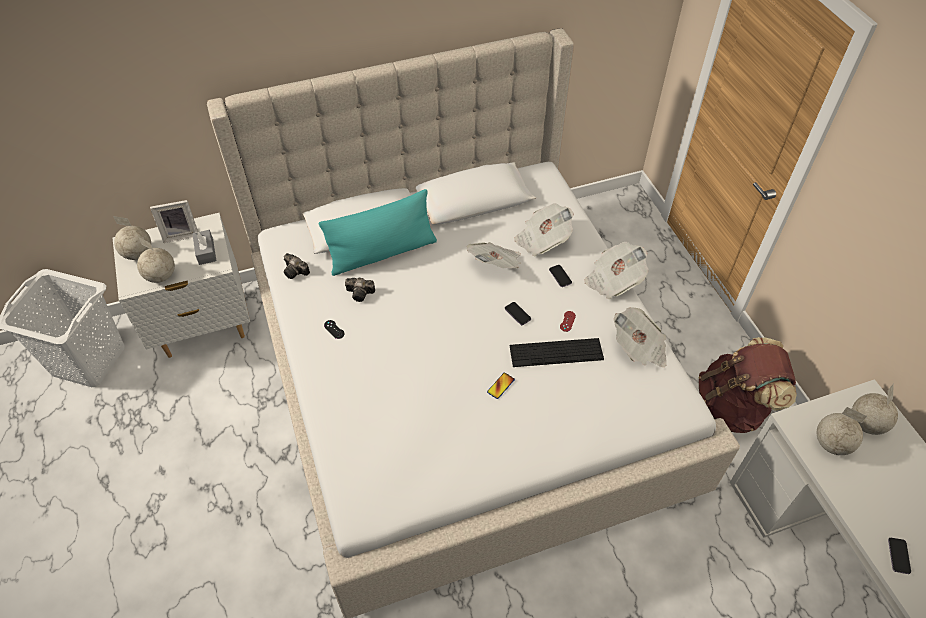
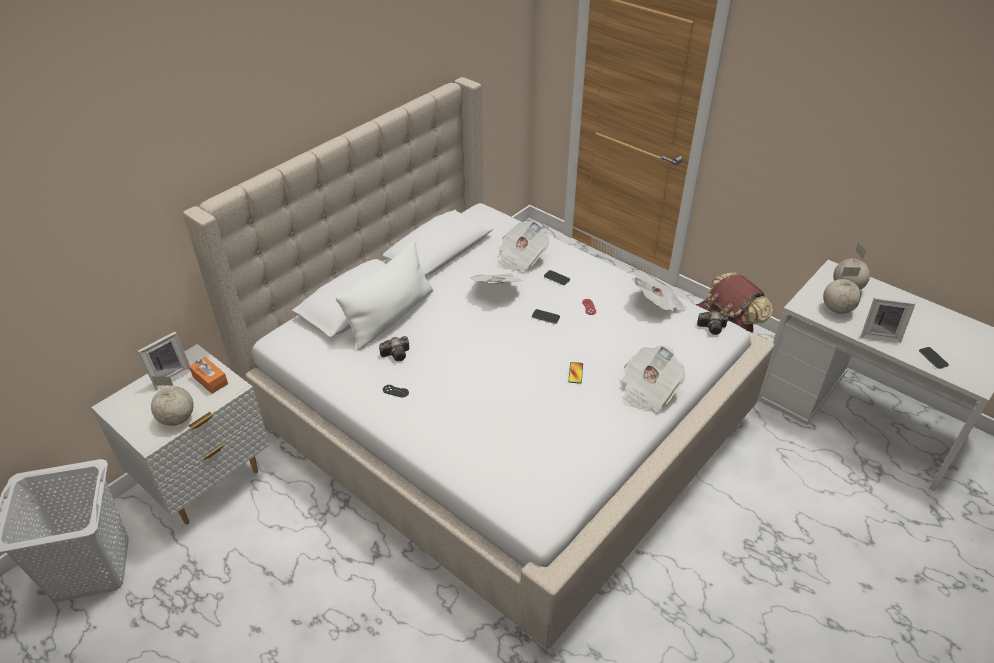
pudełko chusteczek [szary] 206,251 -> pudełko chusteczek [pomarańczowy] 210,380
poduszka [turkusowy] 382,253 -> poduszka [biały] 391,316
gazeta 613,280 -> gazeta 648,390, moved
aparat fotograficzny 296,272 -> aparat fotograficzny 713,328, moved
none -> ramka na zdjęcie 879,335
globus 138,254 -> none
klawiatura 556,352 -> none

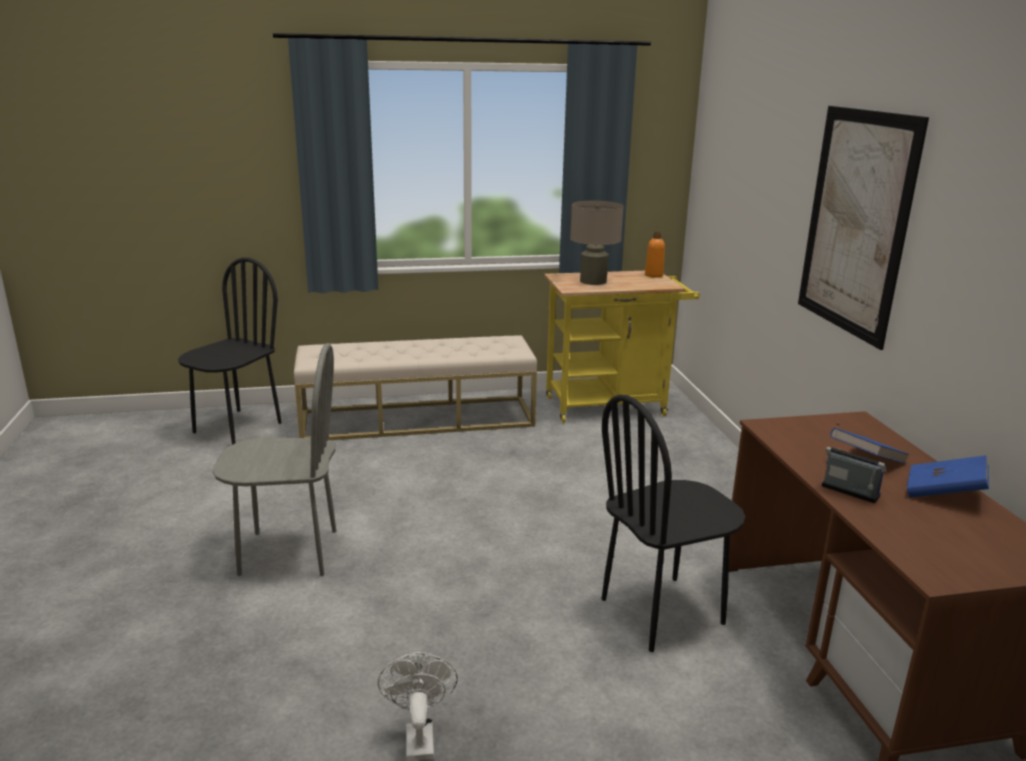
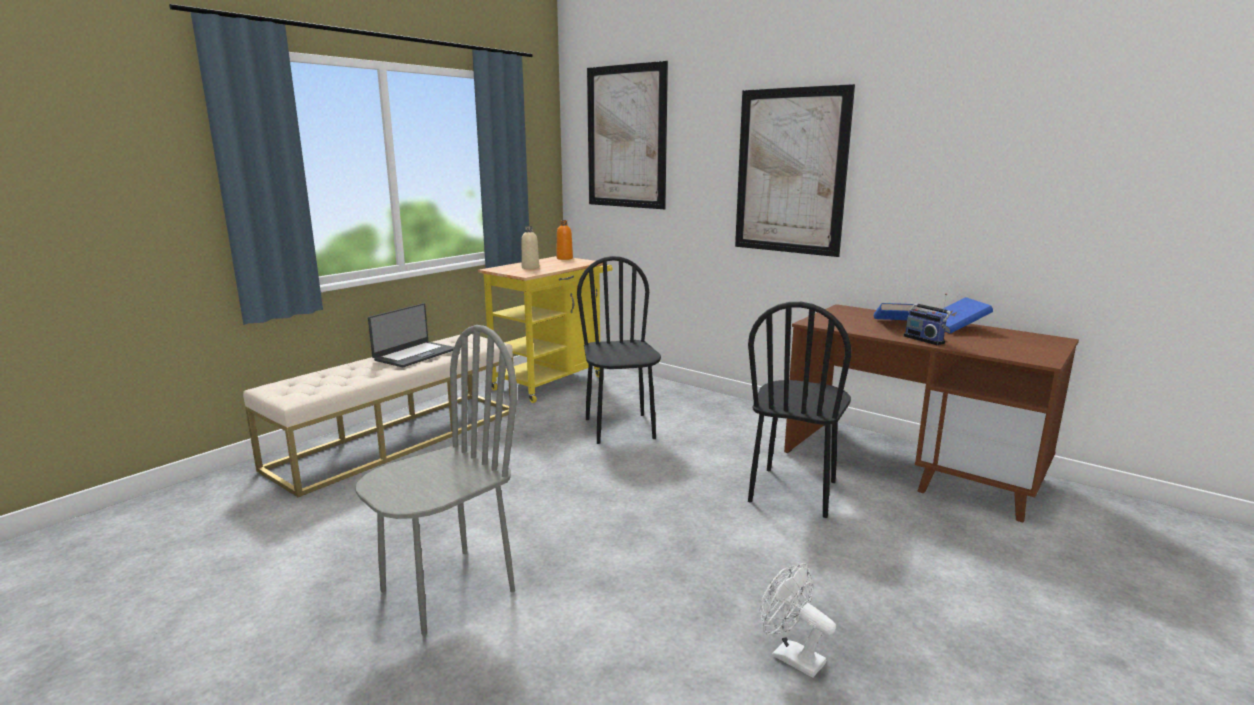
none -> laptop 414,355
lampa stołowa [beżowy] 593,281 -> butelka [beżowy] 530,268
krzesło [czarny] 237,427 -> krzesło [czarny] 620,428, moved
none -> obraz 626,137
radio 849,492 -> radio 925,339, 120 degrees counterclockwise

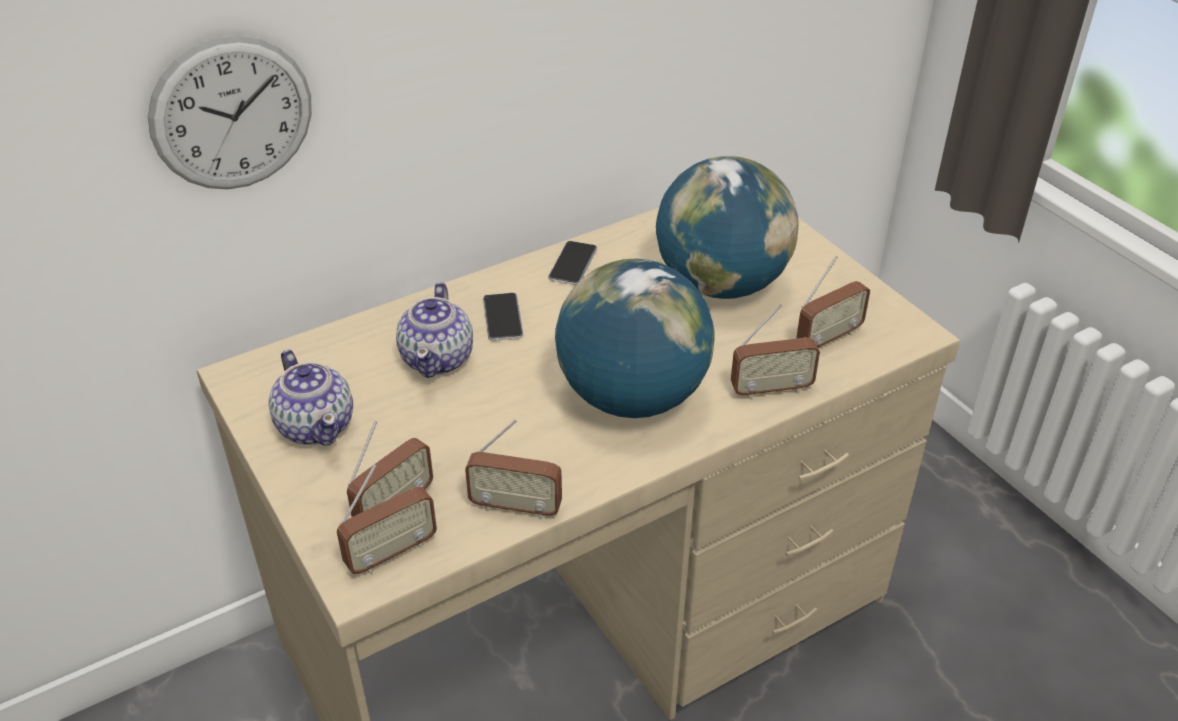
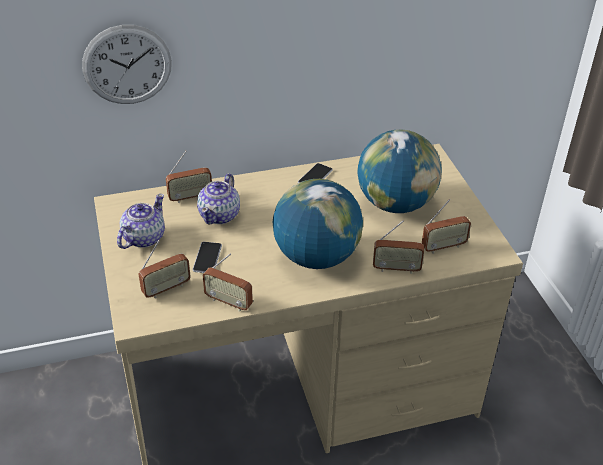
imbryk 316,425 -> imbryk 143,238, 135 degrees counterclockwise
radio 391,553 -> radio 190,197, moved
telefon 503,318 -> telefon 207,258, moved

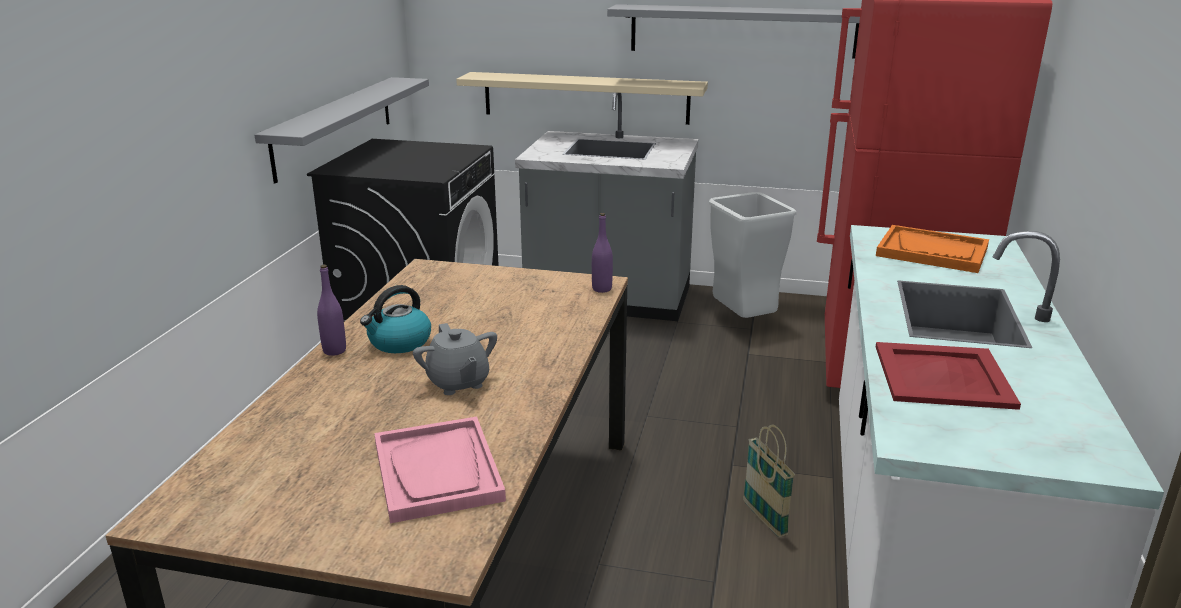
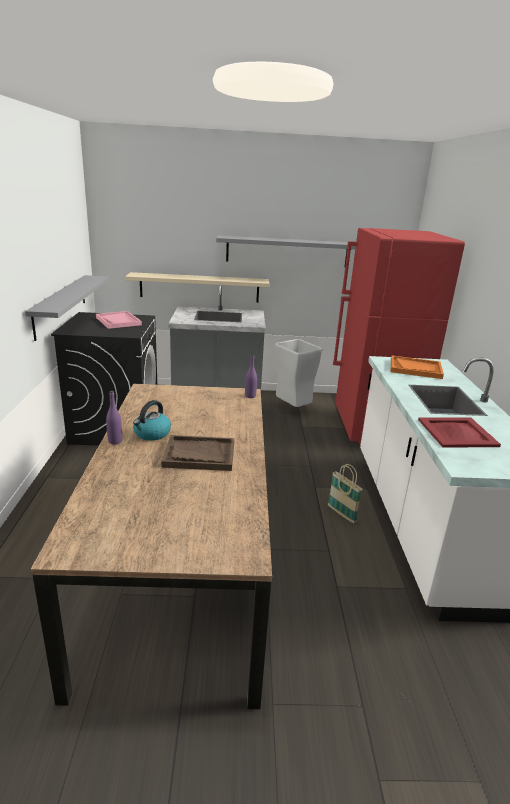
taca [różowy] 437,471 -> taca [różowy] 118,321, moved
imbryk [szary] 458,383 -> taca [brązowy] 199,455

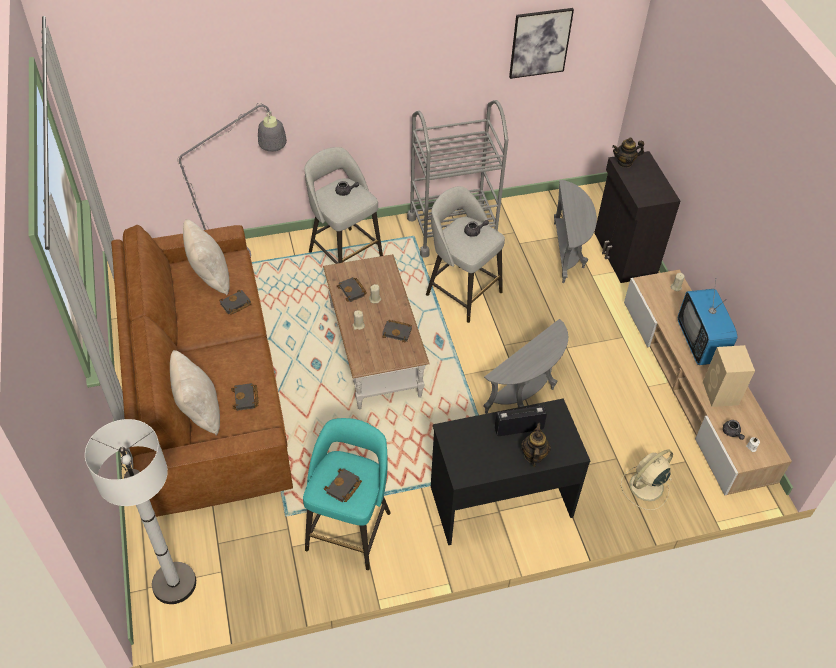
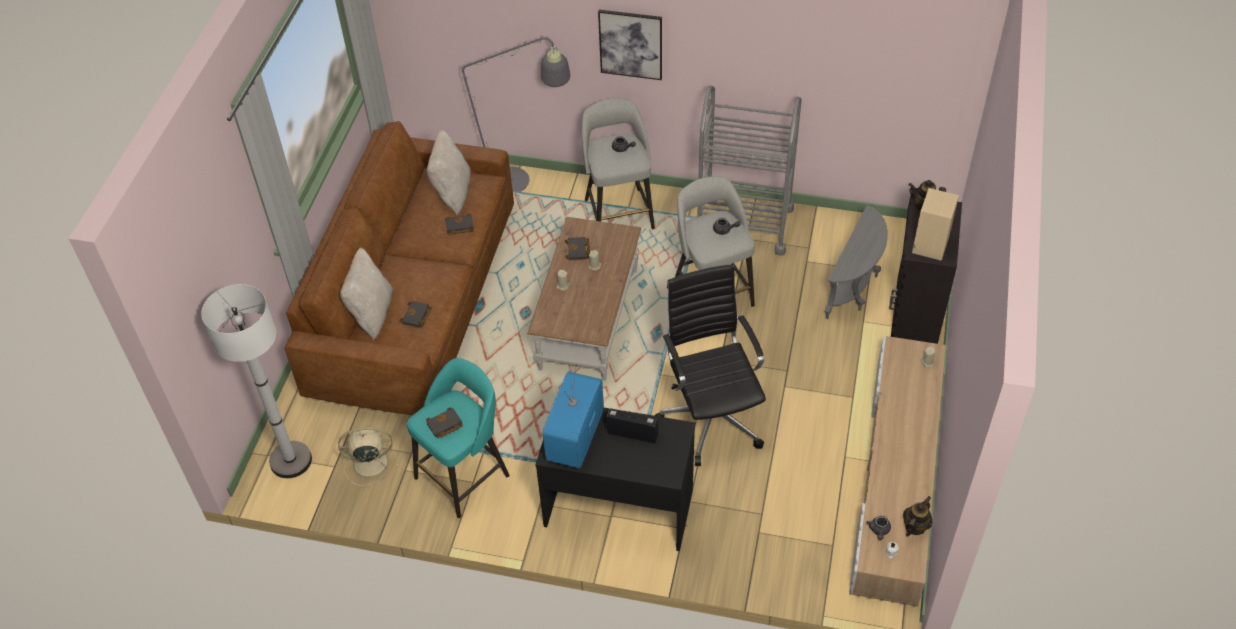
wentylator [beżowy] 645,487 -> wentylator [beżowy] 369,463, moved
telewizor 700,342 -> telewizor 576,437, moved
obraz 540,43 -> obraz 631,44, moved
stolik [szary] 526,393 -> krzesło biurowe [czarny] 712,416
imbryk 533,455 -> imbryk 915,526, moved
głośnik [beżowy] 720,394 -> głośnik [beżowy] 930,245, moved
książka [czarny] 398,332 -> none

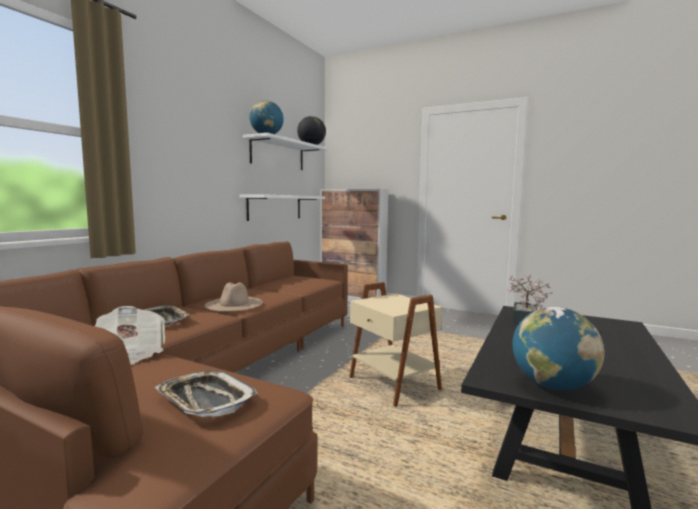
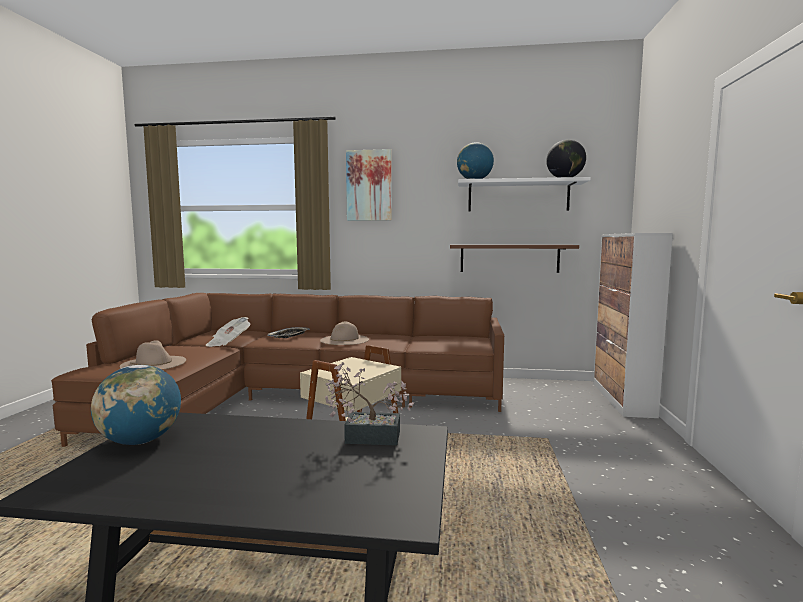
taca 205,400 -> kapelusz [beżowy] 154,363
none -> obraz 369,185
półka [biały] 275,207 -> półka [brązowy] 509,258

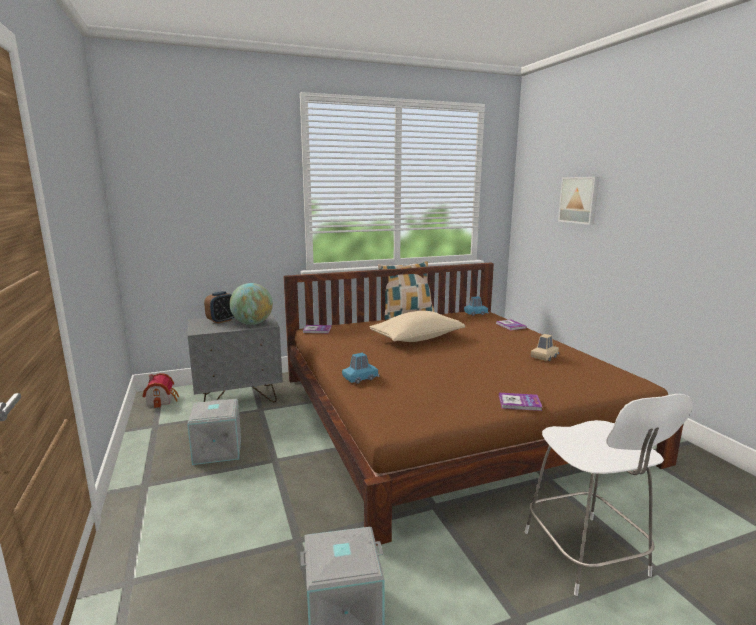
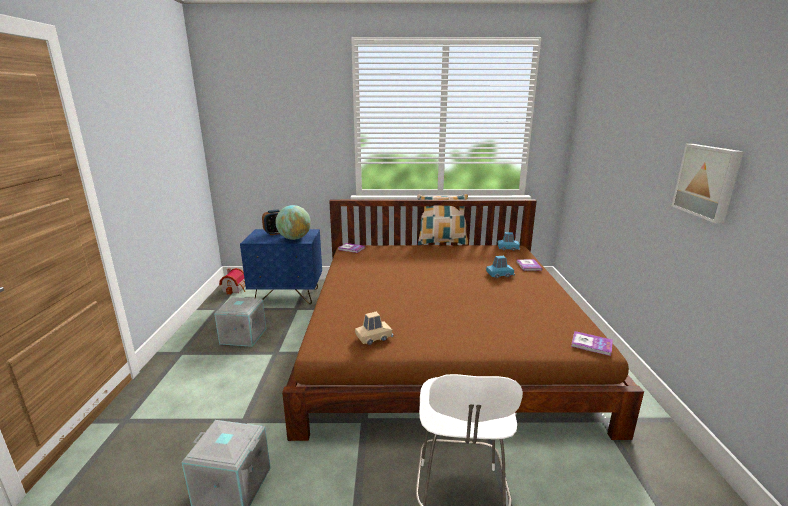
szafka nocna [szary] 239,398 -> szafka nocna [niebieski] 288,296
samochodzik [beżowy] 544,357 -> samochodzik [beżowy] 374,337, moved
samochodzik [niebieski] 360,378 -> samochodzik [niebieski] 499,274, moved
książka 519,403 -> książka 591,344, moved
obraz 579,200 -> obraz 708,181, moved
poduszka [beżowy] 417,339 -> none

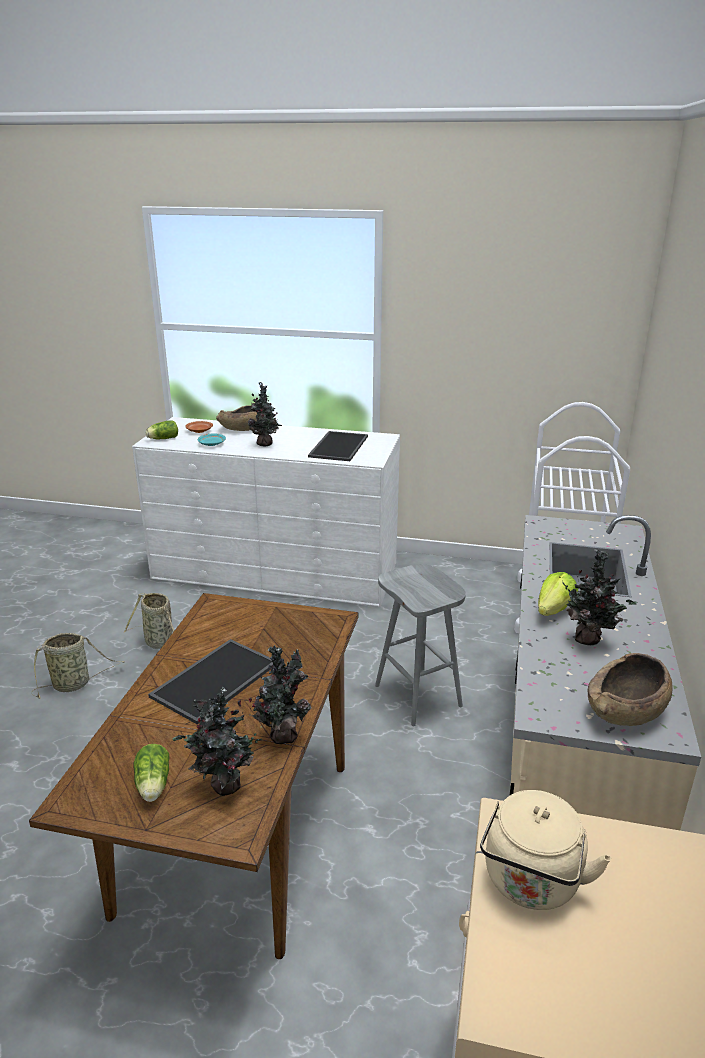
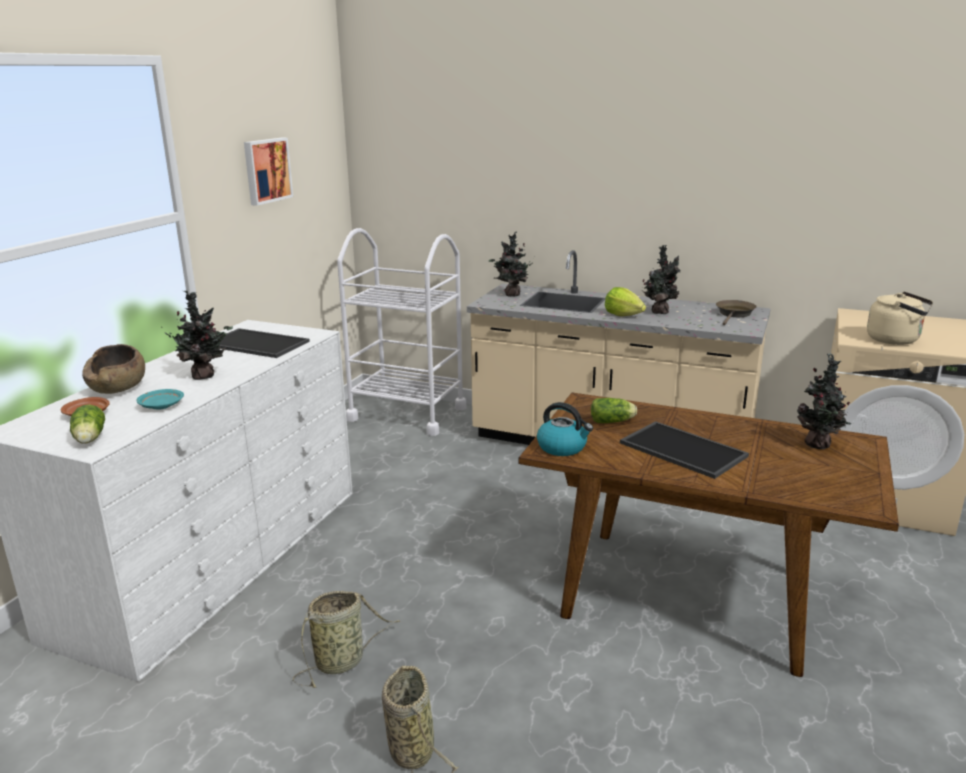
none -> obraz 266,170
roślina doniczkowa 282,734 -> roślina doniczkowa 511,295, moved
none -> czajnik 563,447
sałata 153,786 -> sałata 613,421, moved
miska [brązowy] 626,709 -> patelnia [brązowy] 734,314
stołek [szary] 419,696 -> none

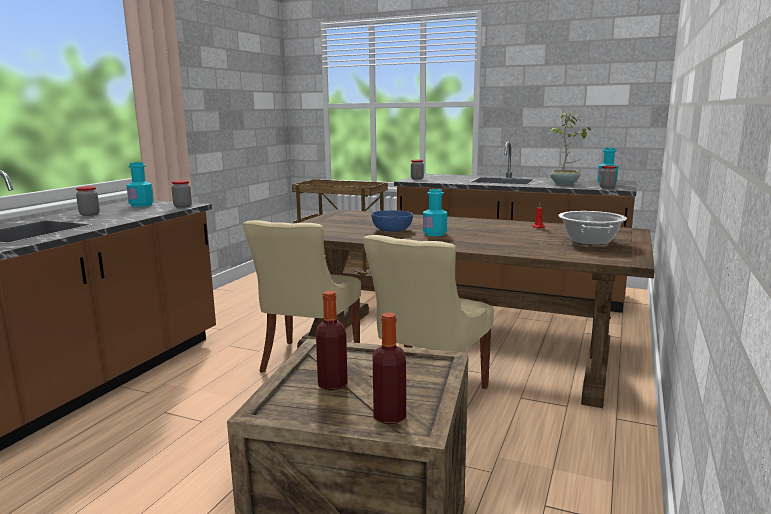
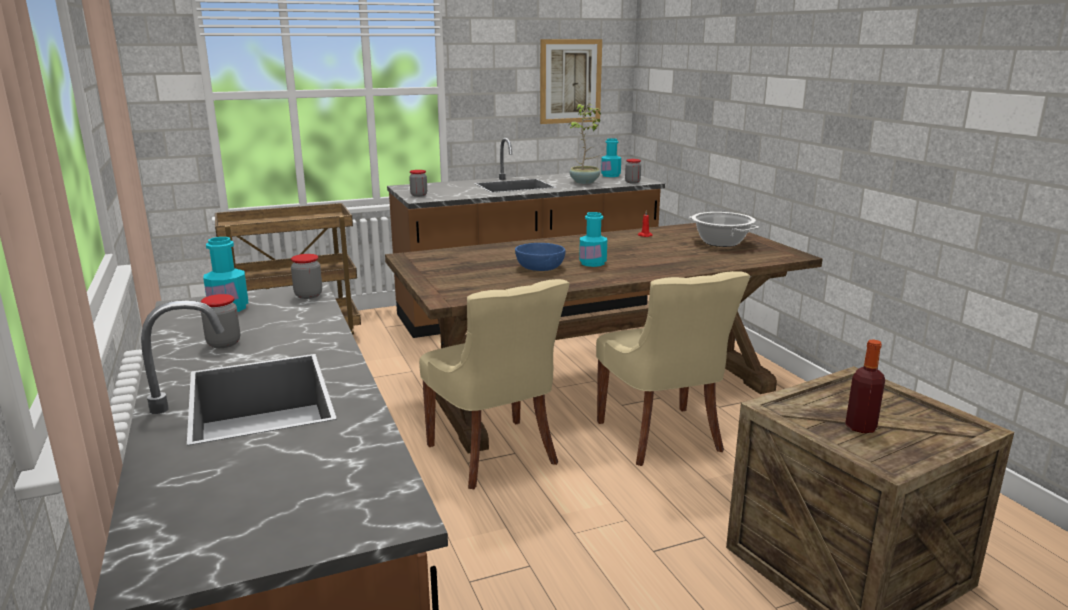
none -> obraz 570,81
butelka 389,416 -> none

